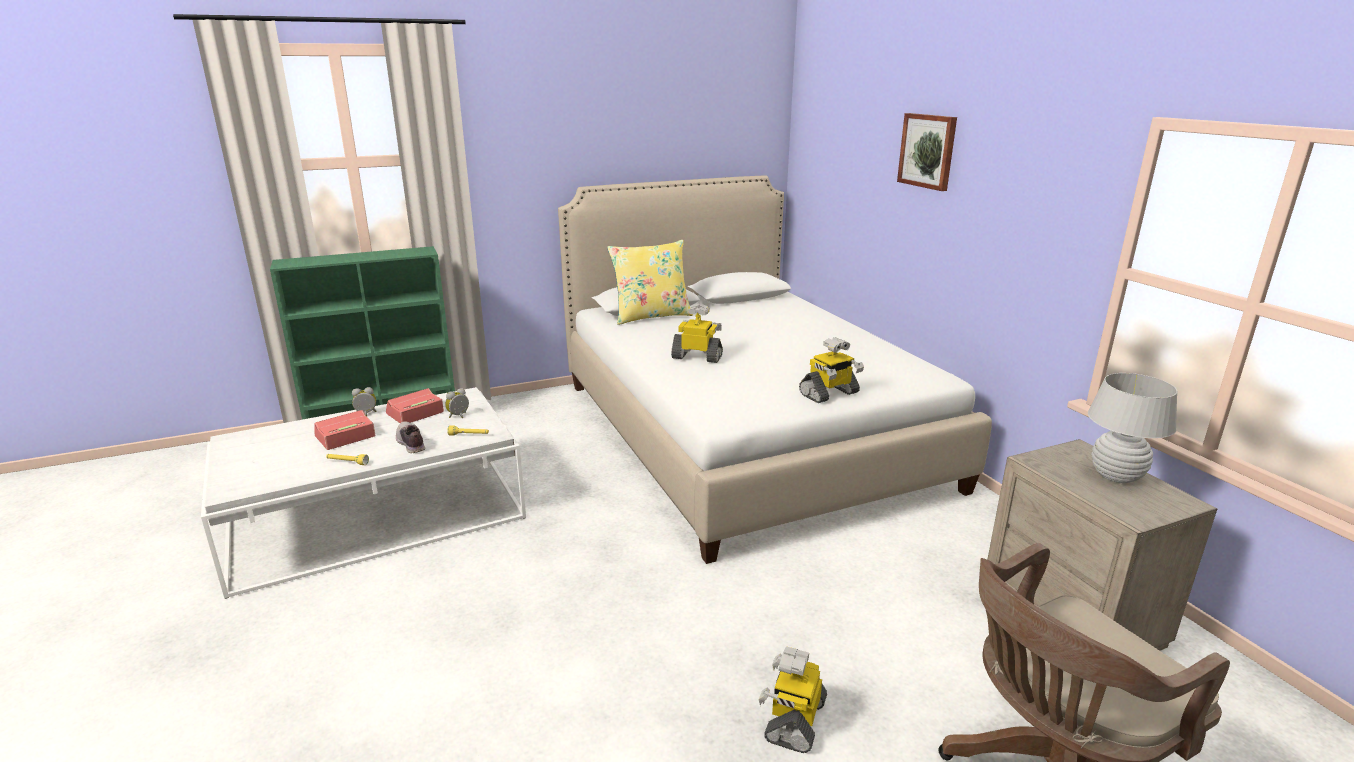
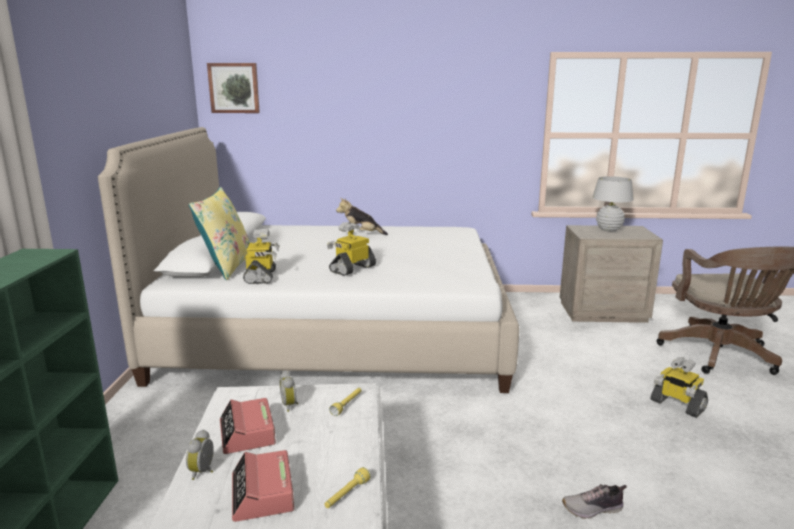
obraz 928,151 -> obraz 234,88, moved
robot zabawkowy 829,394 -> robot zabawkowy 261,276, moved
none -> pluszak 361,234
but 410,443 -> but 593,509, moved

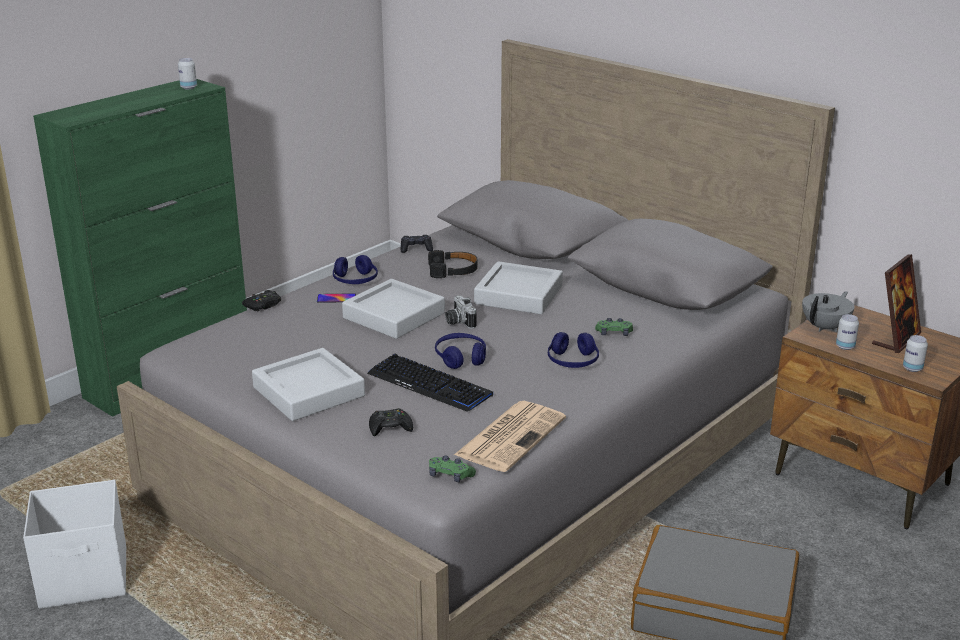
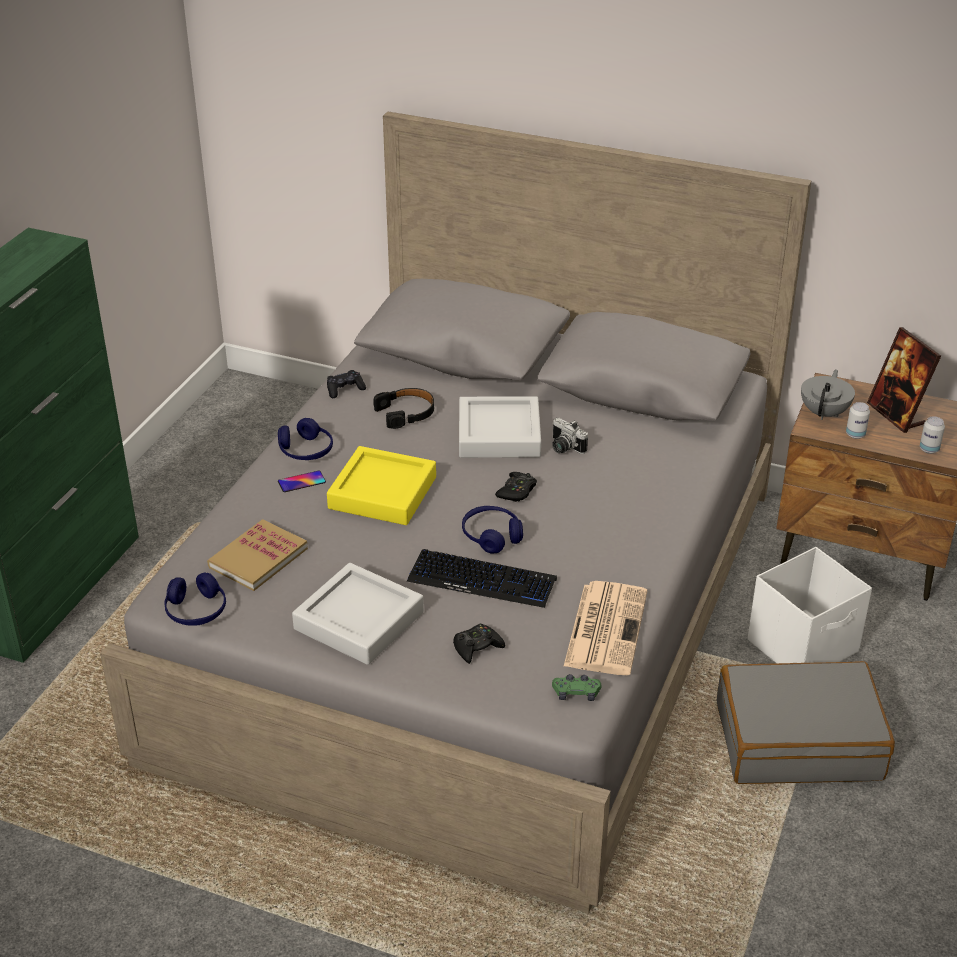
słuchawki [niebieski] 572,361 -> słuchawki [niebieski] 196,611, moved
none -> książka 258,558
taca [szary] 394,315 -> taca [żółty] 382,493
pad do gier [czarny] 263,305 -> pad do gier [czarny] 517,491, moved
aparat fotograficzny 458,322 -> aparat fotograficzny 564,448, moved
pojemnik do przechowywania [biały] 85,578 -> pojemnik do przechowywania [biały] 804,646, moved
ramka na zdjęcie 896,339 -> ramka na zdjęcie 896,414, 135 degrees clockwise
puszka 188,87 -> none
pad do gier [zielony] 614,333 -> none

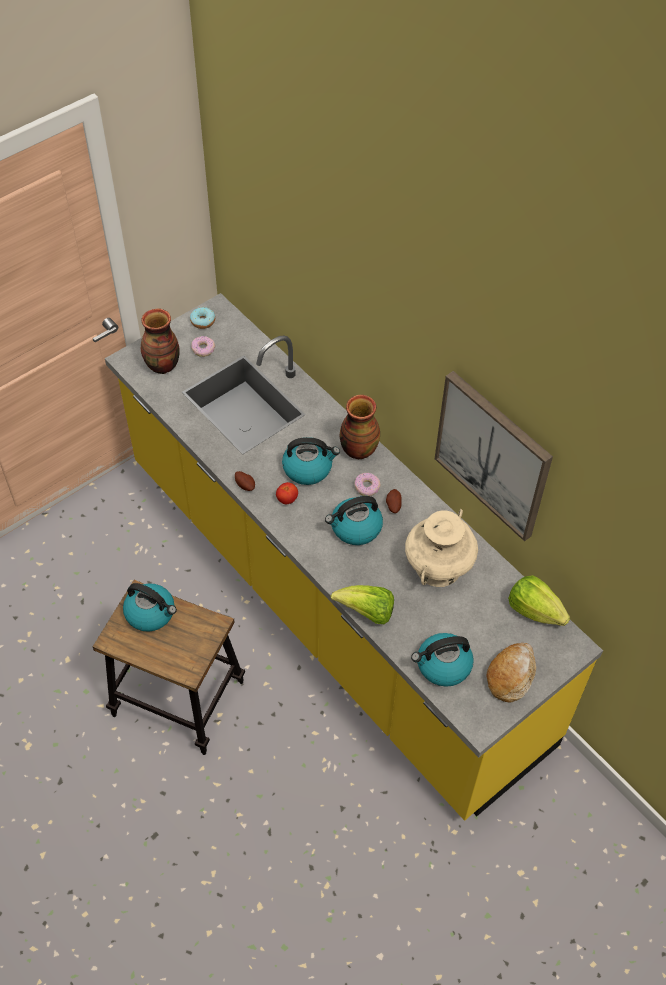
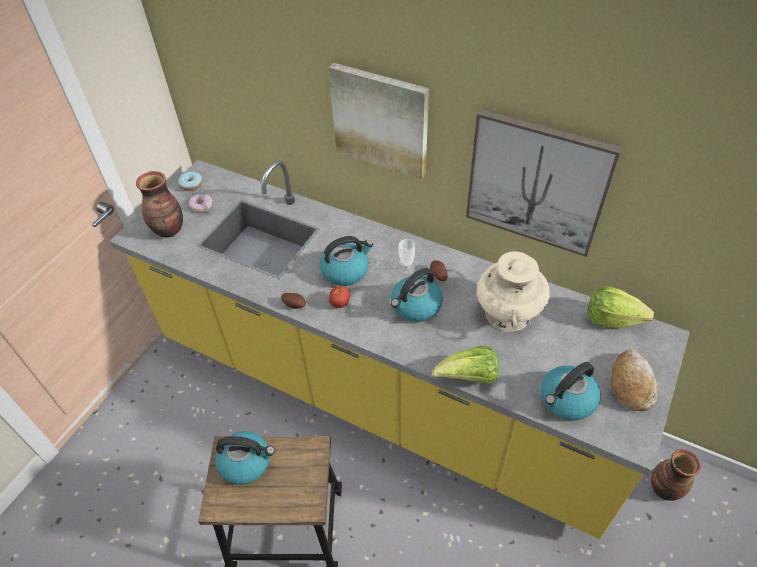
none -> obraz 381,120
donut 367,487 -> filiżanka 406,268
wazon 358,449 -> wazon 663,488, moved

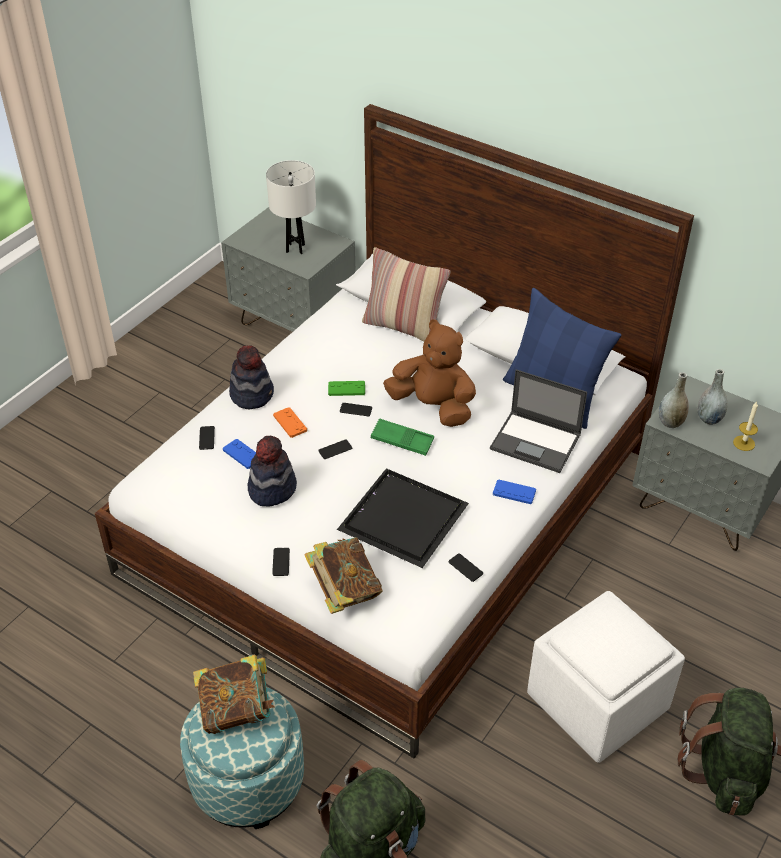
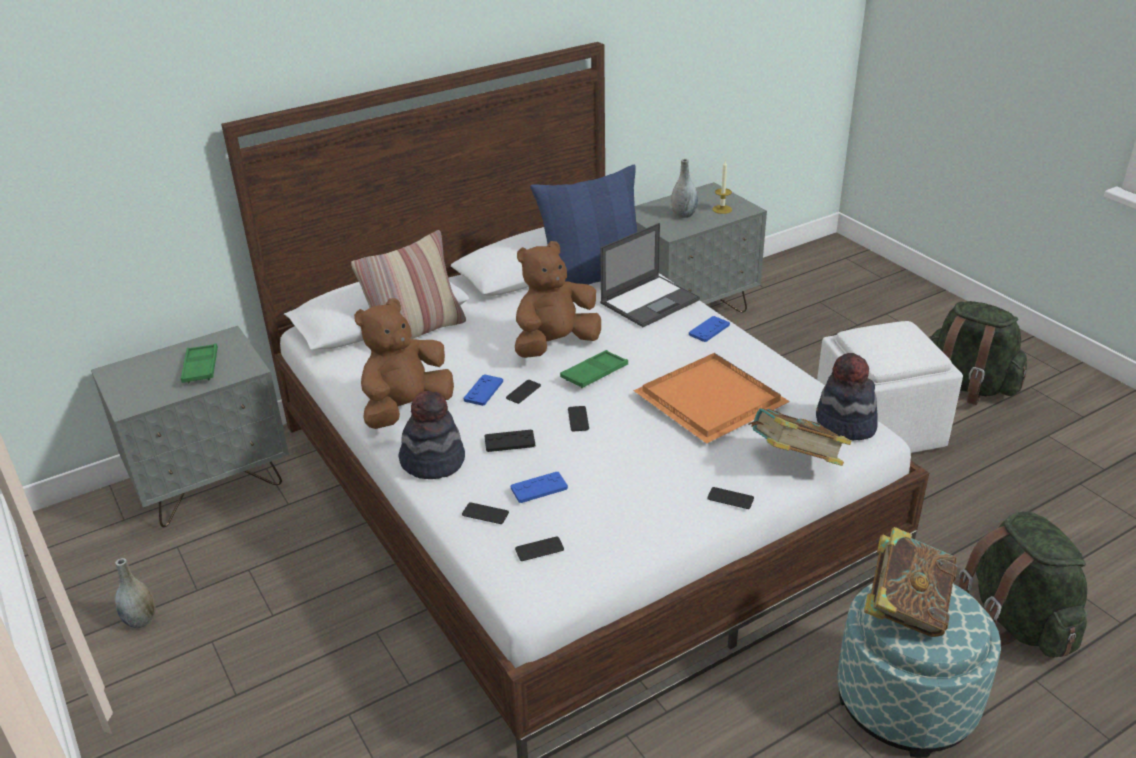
wazon [szary] 670,422 -> wazon [szary] 141,620, moved
lampa stołowa [biały] 295,248 -> taca [zielony] 201,368
none -> pluszak [brązowy] 406,409
pad do gier [zielony] 346,389 -> pad do gier [niebieski] 483,391
pad do gier [pomarańczowy] 290,423 -> pad do gier [czarny] 509,442
telefon 465,568 -> telefon 539,549, moved
taca [czarny] 402,517 -> taca [pomarańczowy] 707,400
kapelusz 271,488 -> kapelusz 845,424, moved

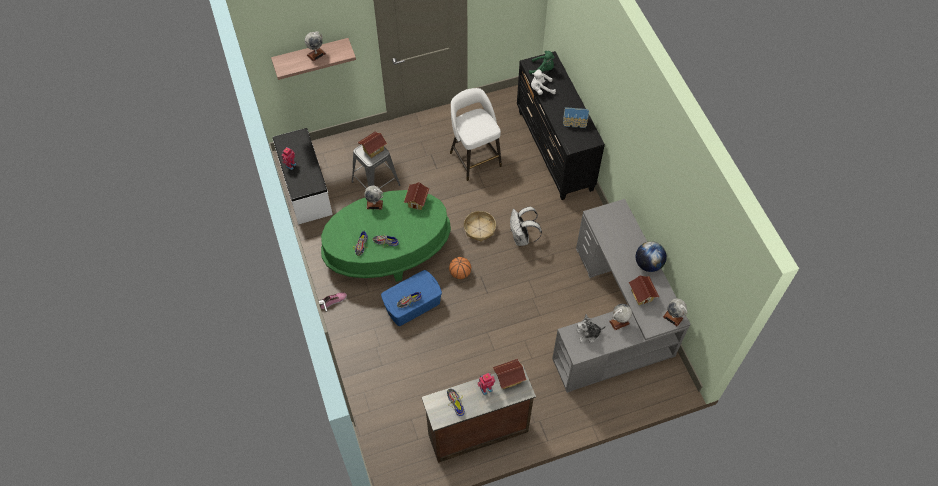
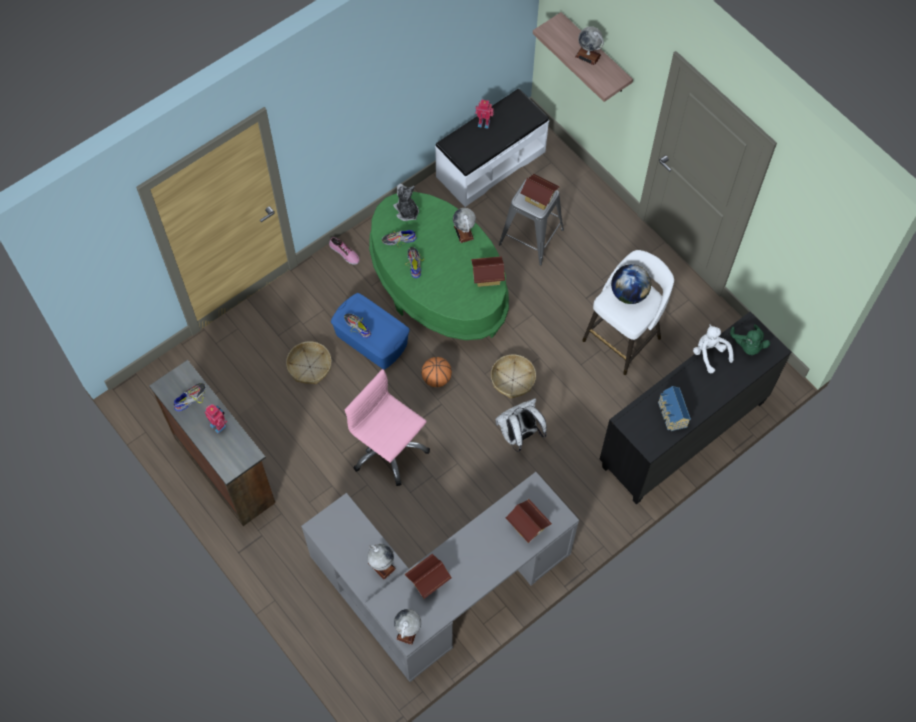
none -> koszyk 309,366
none -> krzesło biurowe [różowy] 388,450
pluszak 588,334 -> pluszak 406,211, moved
domek 509,379 -> domek 527,526, moved
globus 648,264 -> globus 628,293, moved

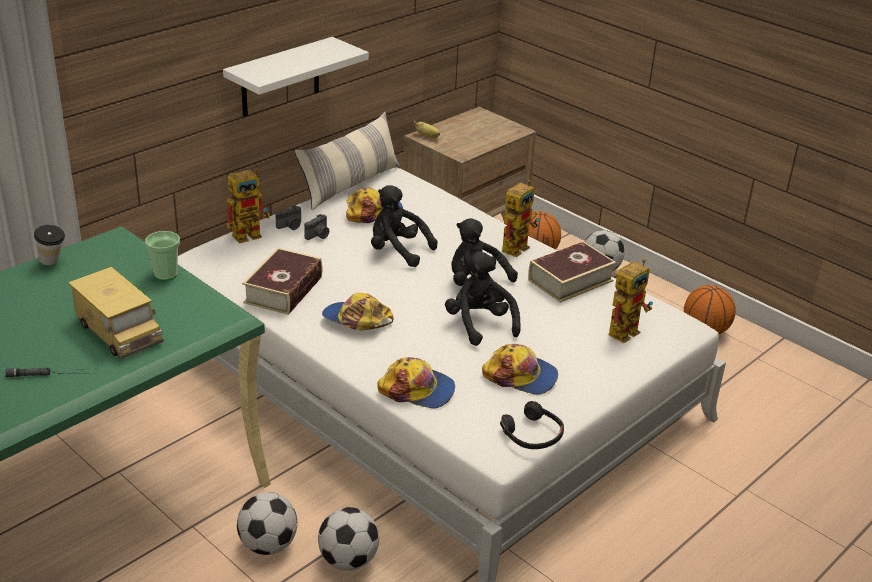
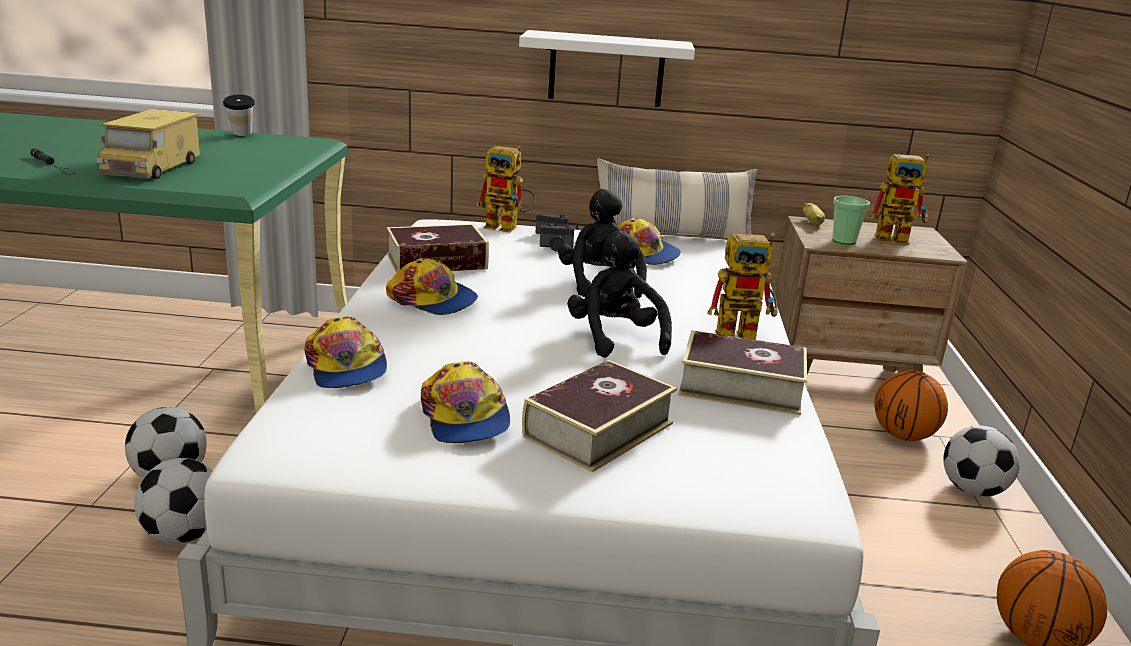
czapka z daszkiem 356,320 -> czapka z daszkiem 433,300, 135 degrees clockwise
none -> książka 598,430
filiżanka 166,274 -> filiżanka 844,241, moved
robot zabawkowy 625,329 -> robot zabawkowy 898,239, moved
pluszak [czarny] 479,324 -> none
słuchawki [czarny] 532,435 -> none

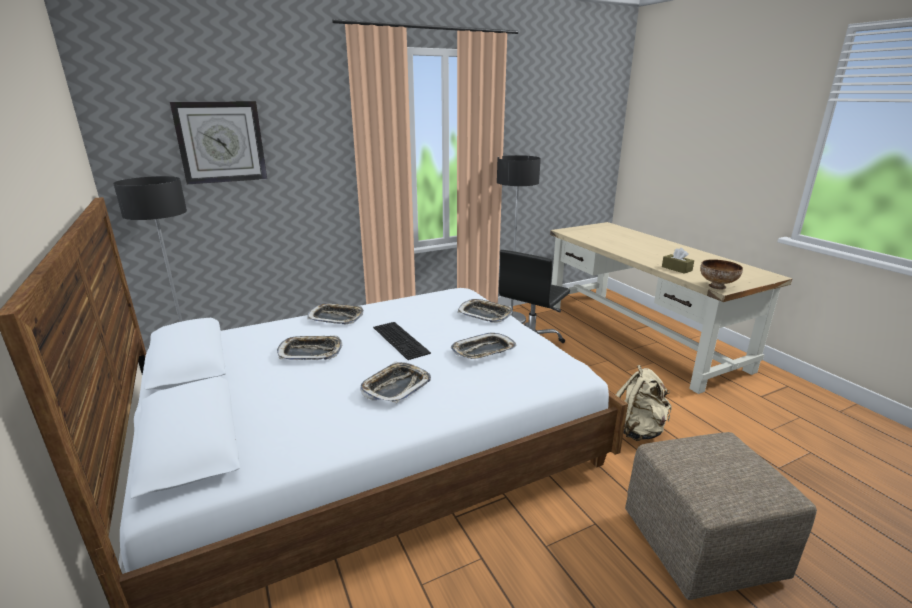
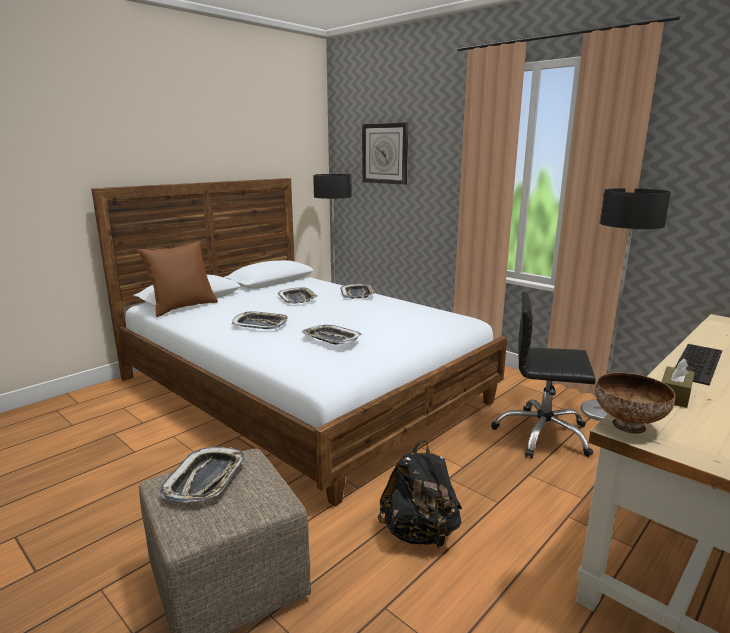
none -> poduszka [brązowy] 183,307
taca 485,314 -> taca 206,480, moved
plecak [beżowy] 639,430 -> plecak [czarny] 419,533
klawiatura 402,340 -> klawiatura 699,364, moved

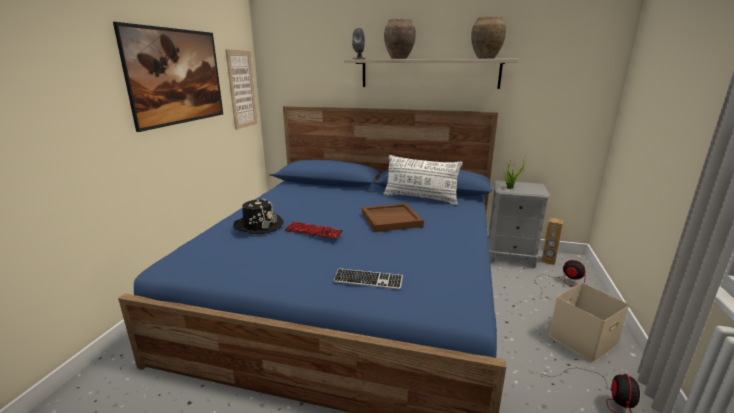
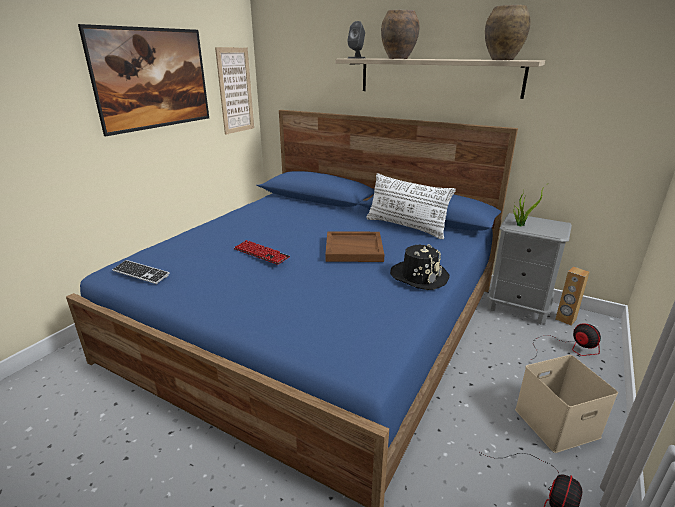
klawiatura 368,280 -> klawiatura 141,273, moved
kapelusz [czarny] 258,225 -> kapelusz [czarny] 419,276, moved

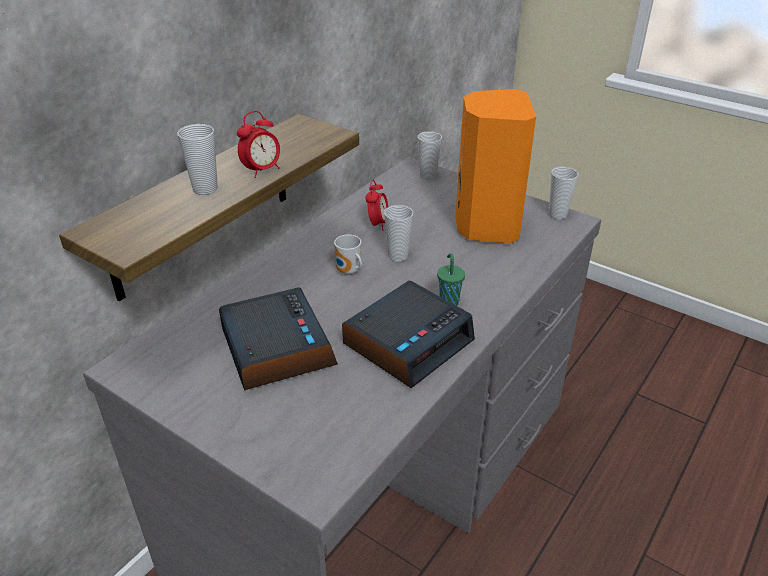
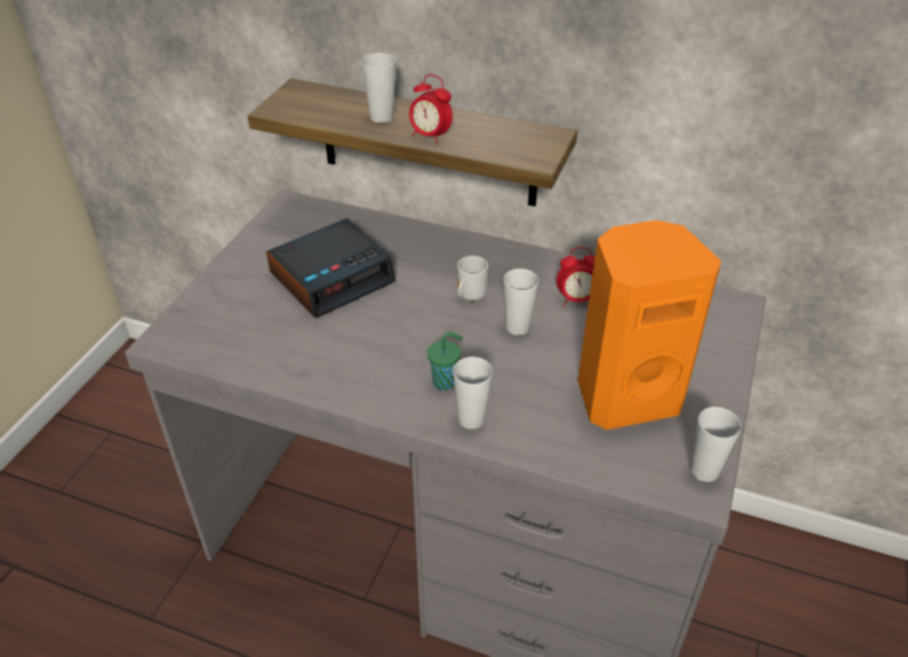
filiżanka 428,176 -> filiżanka 471,419, moved
budzik 408,342 -> none

